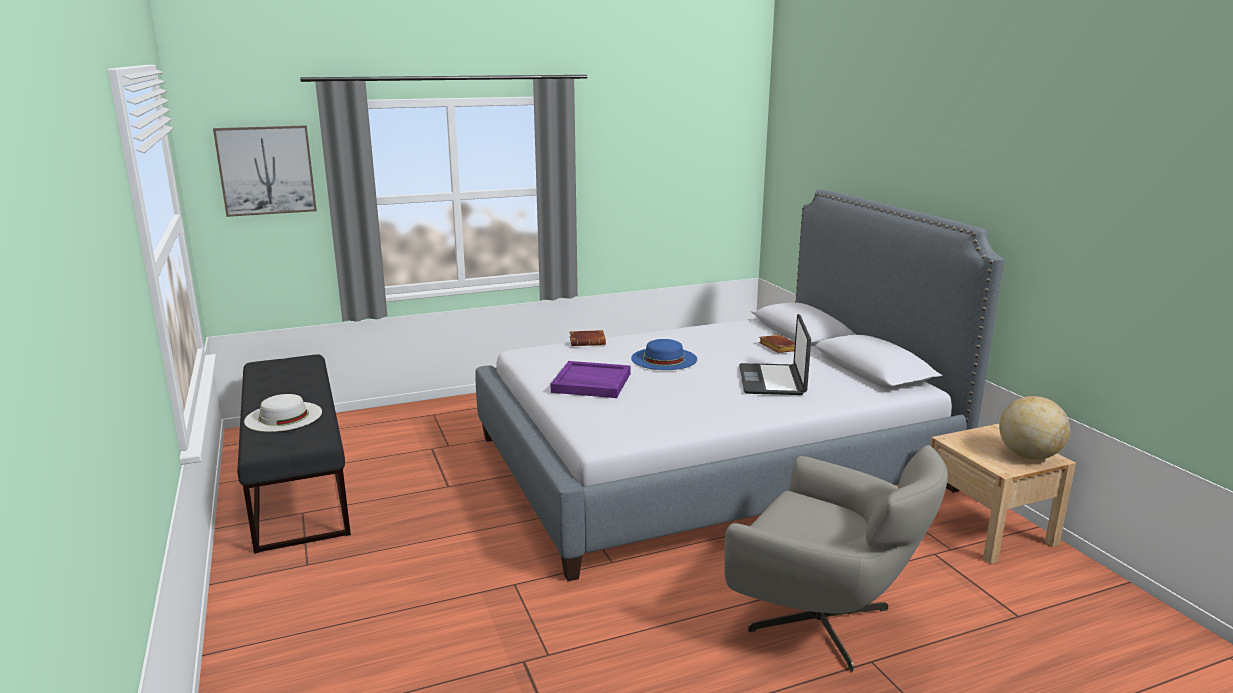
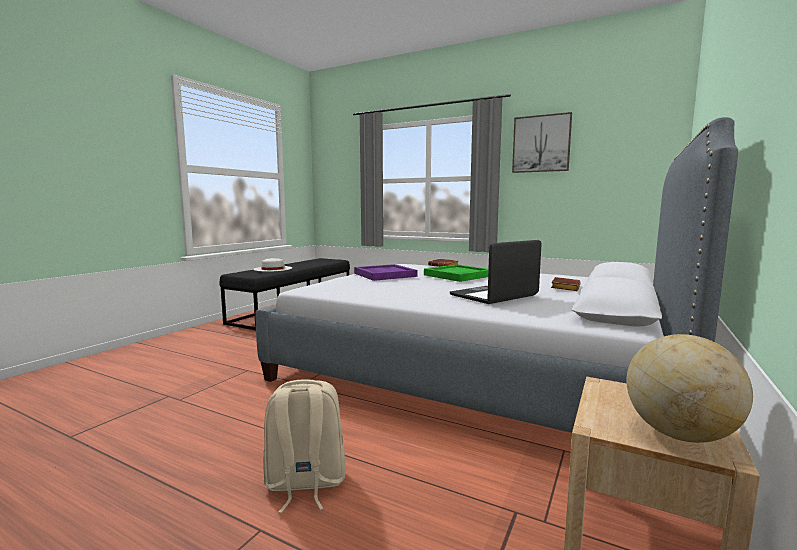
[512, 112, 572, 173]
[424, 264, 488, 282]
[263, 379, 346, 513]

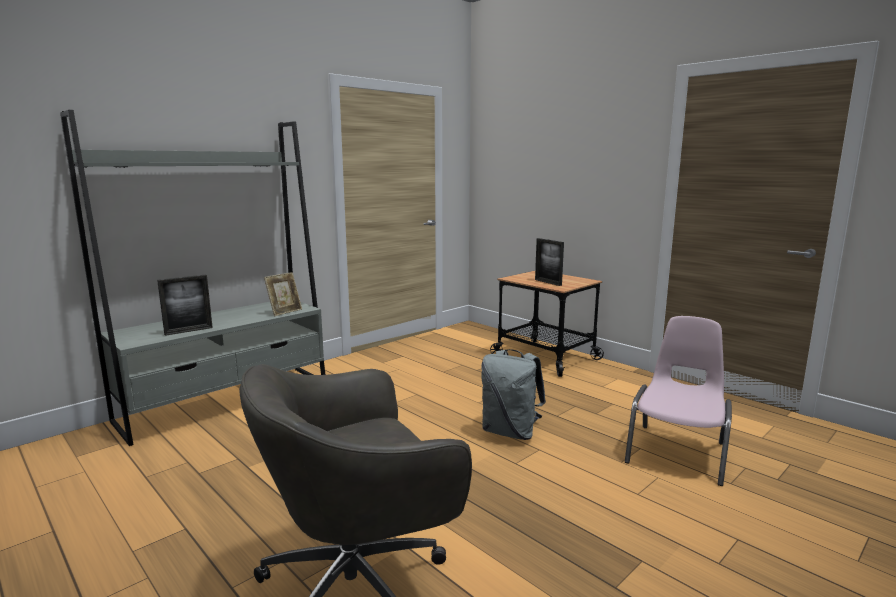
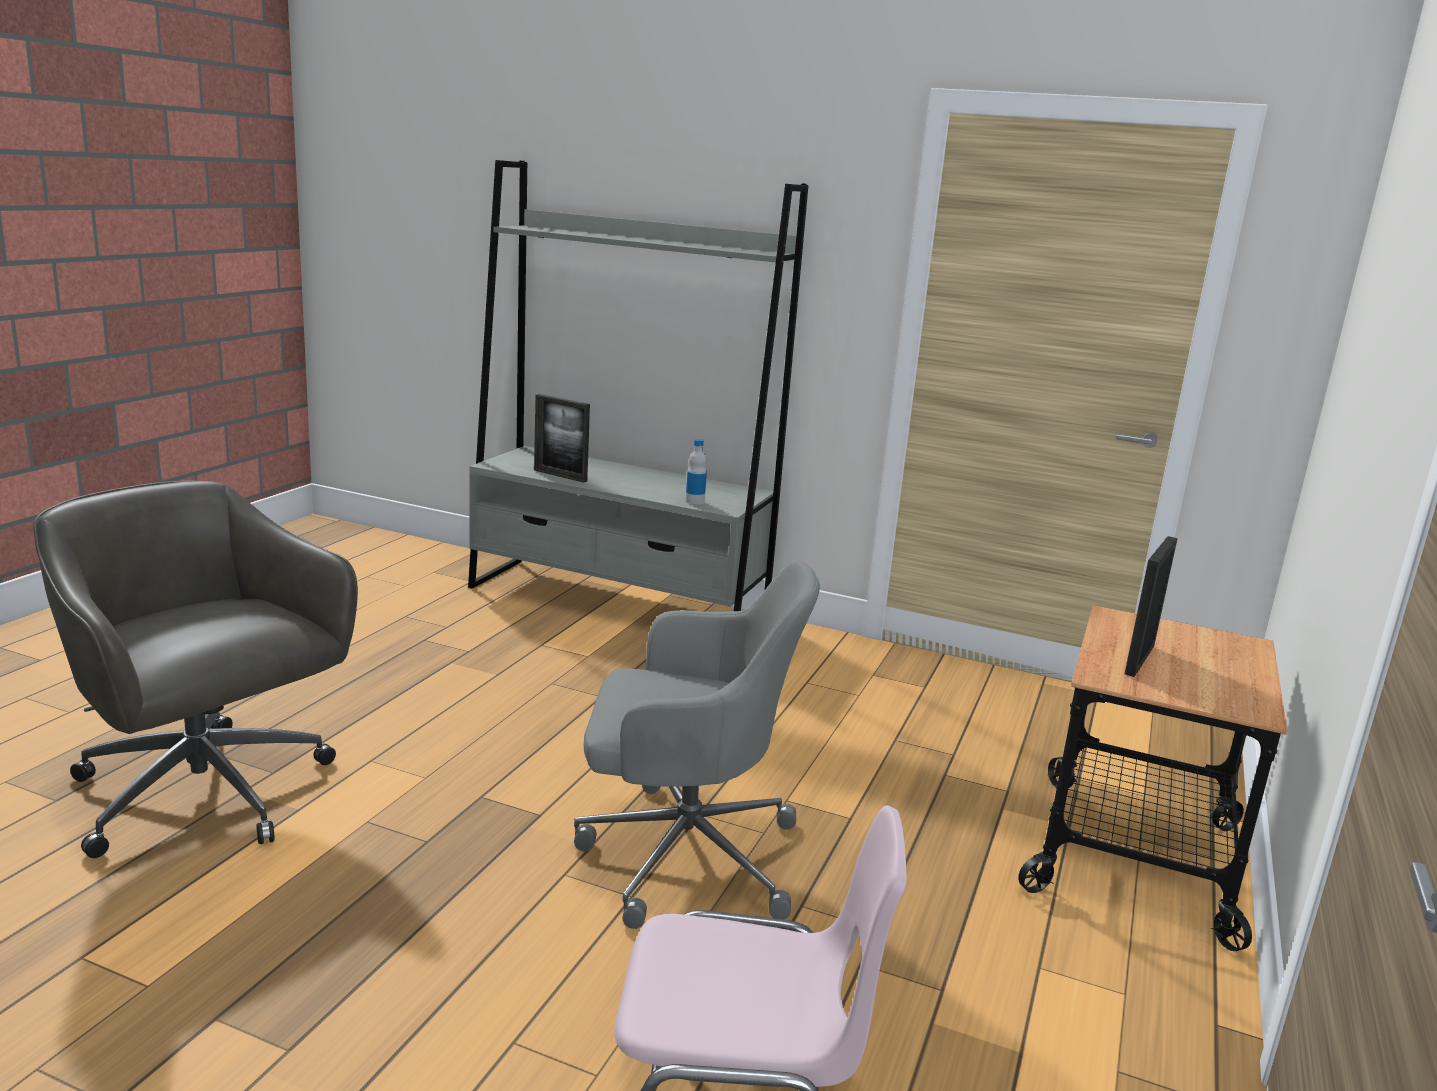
[686, 439, 707, 505]
[574, 561, 820, 929]

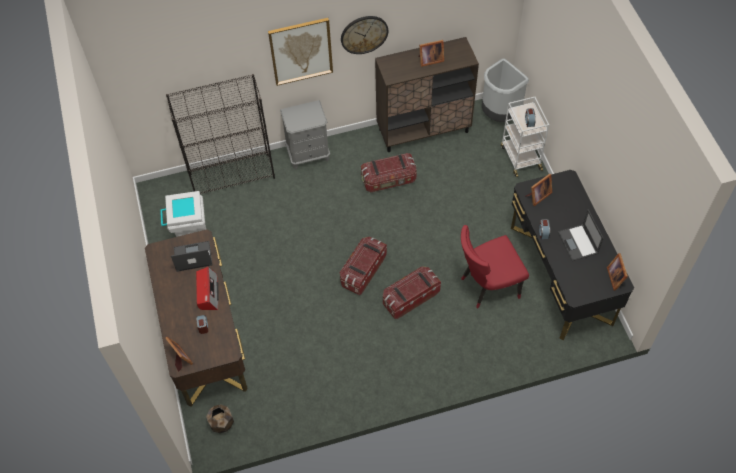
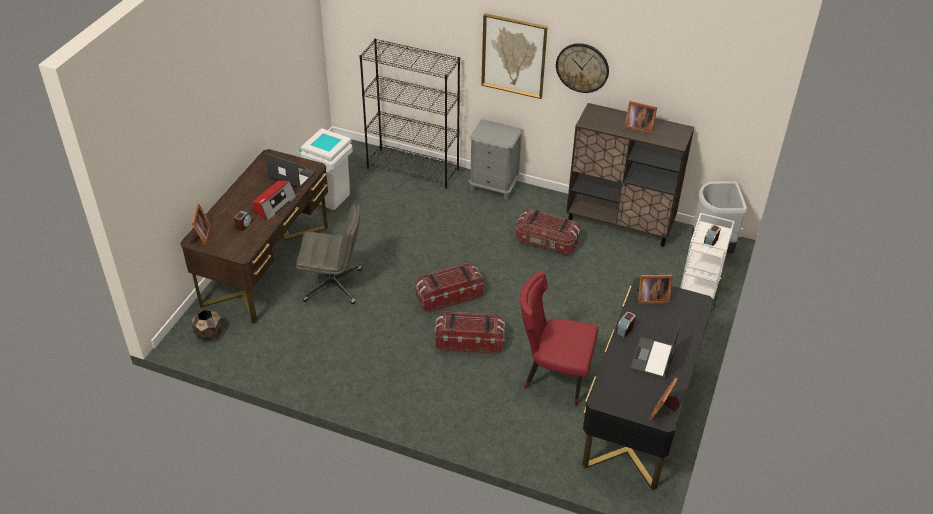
[296, 205, 362, 304]

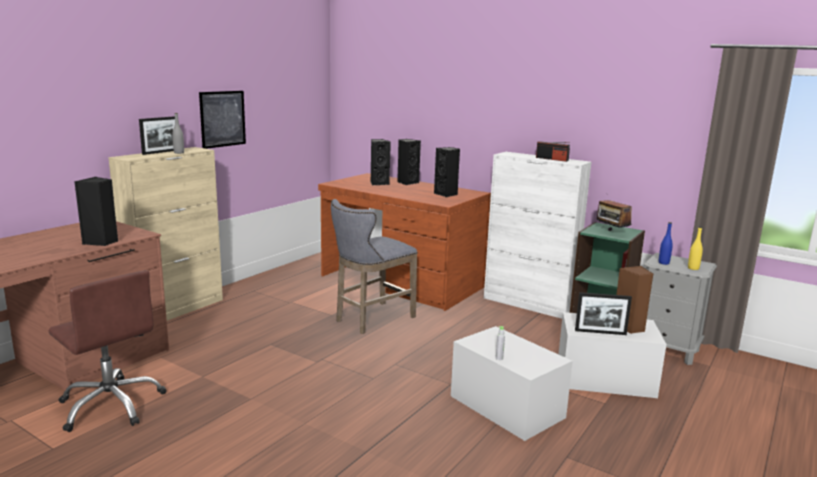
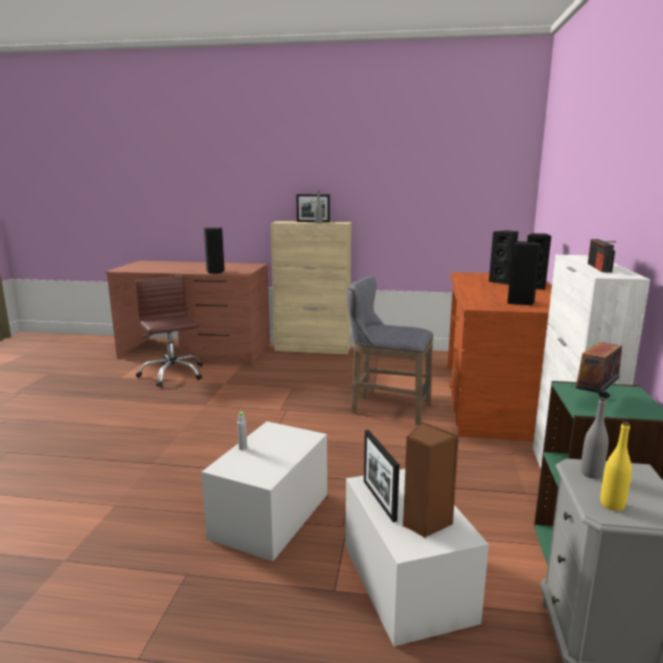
[199, 91, 246, 149] (first image)
[581, 397, 609, 479]
[135, 276, 203, 387]

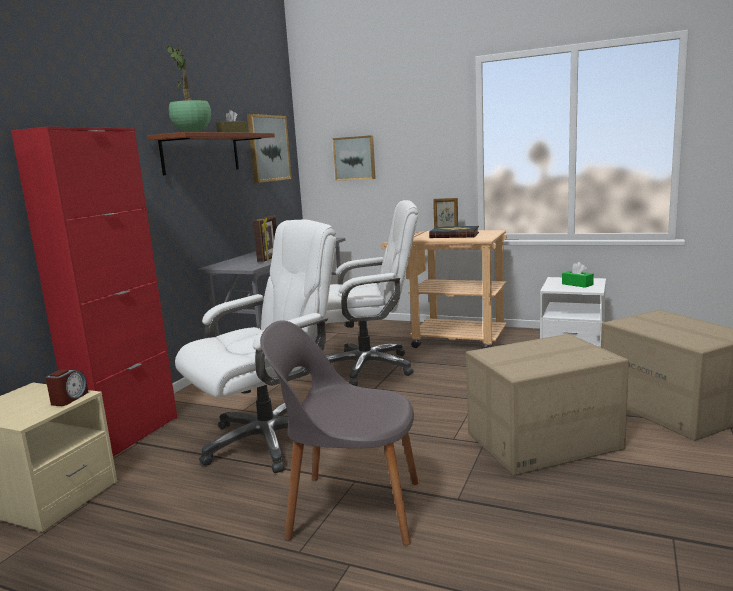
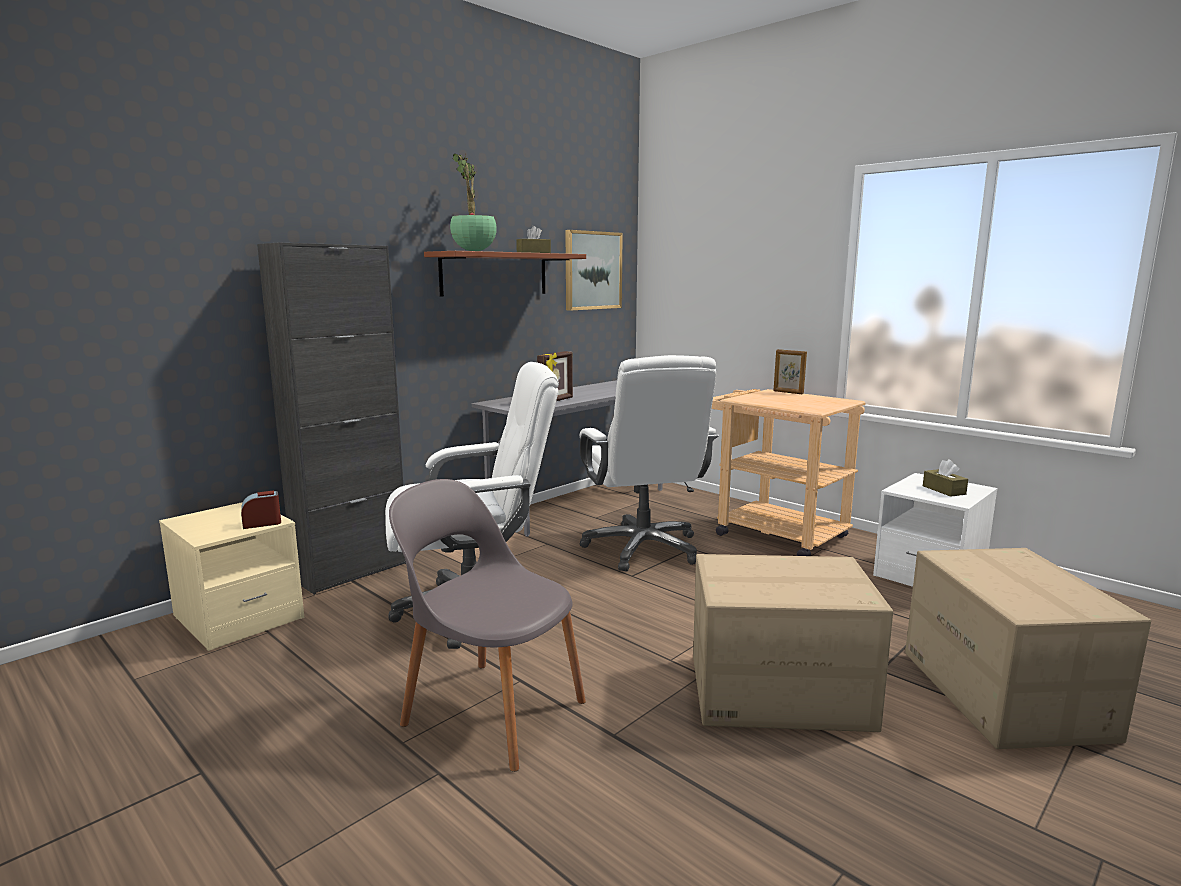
[257, 242, 406, 595]
[333, 135, 376, 181] (first image)
[579, 355, 719, 572]
[429, 226, 479, 238] (first image)
[923, 459, 968, 497]
[241, 491, 281, 529]

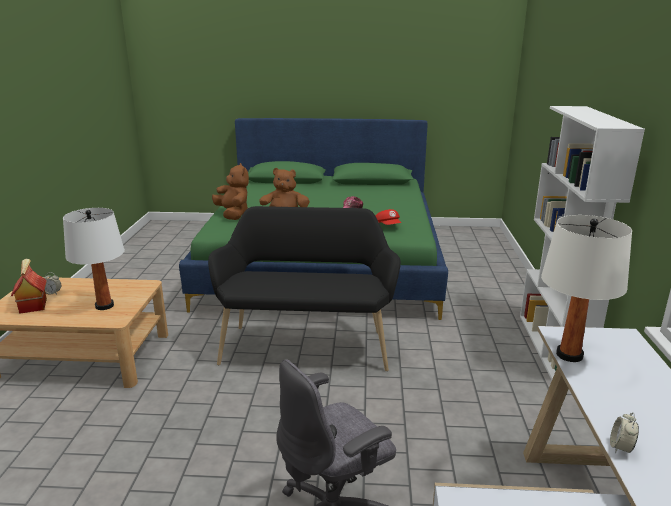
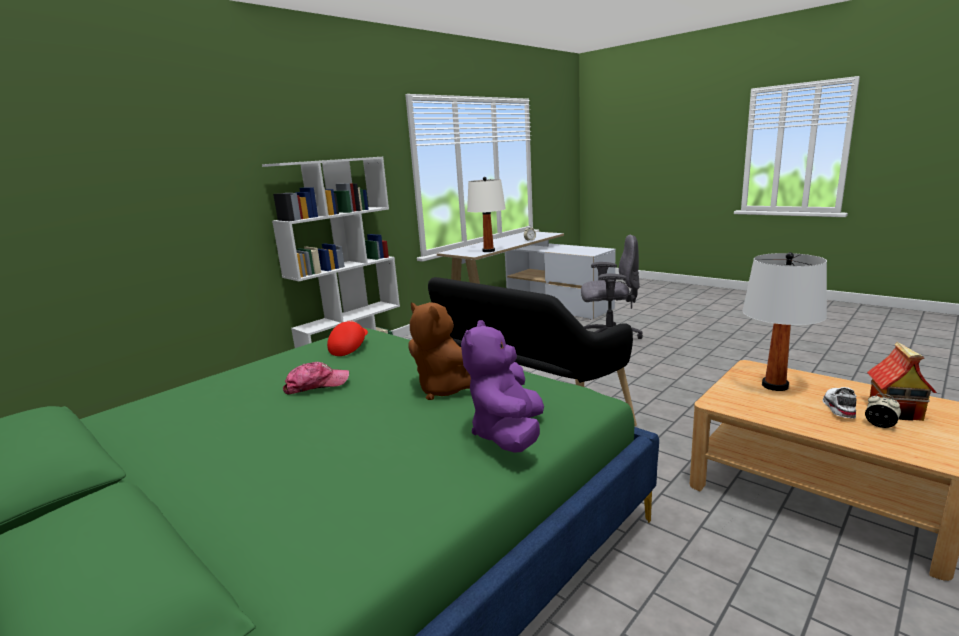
[461, 320, 544, 453]
[823, 387, 856, 419]

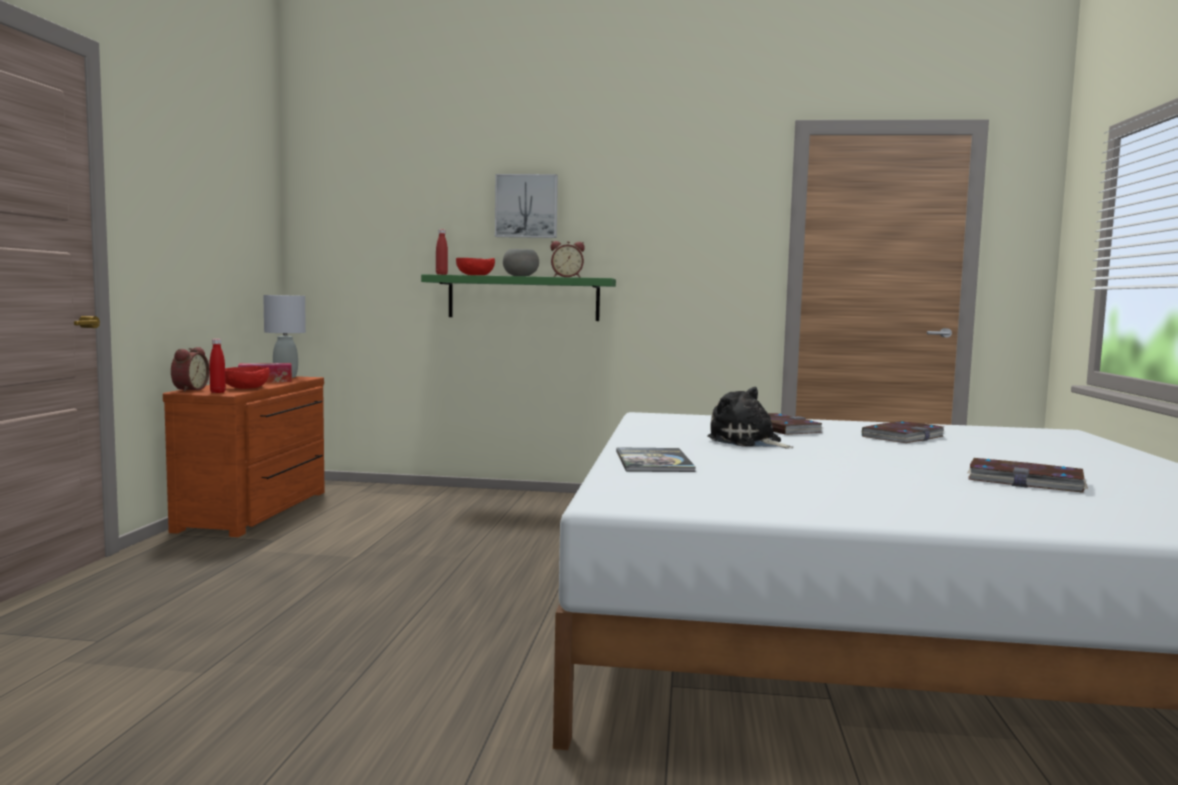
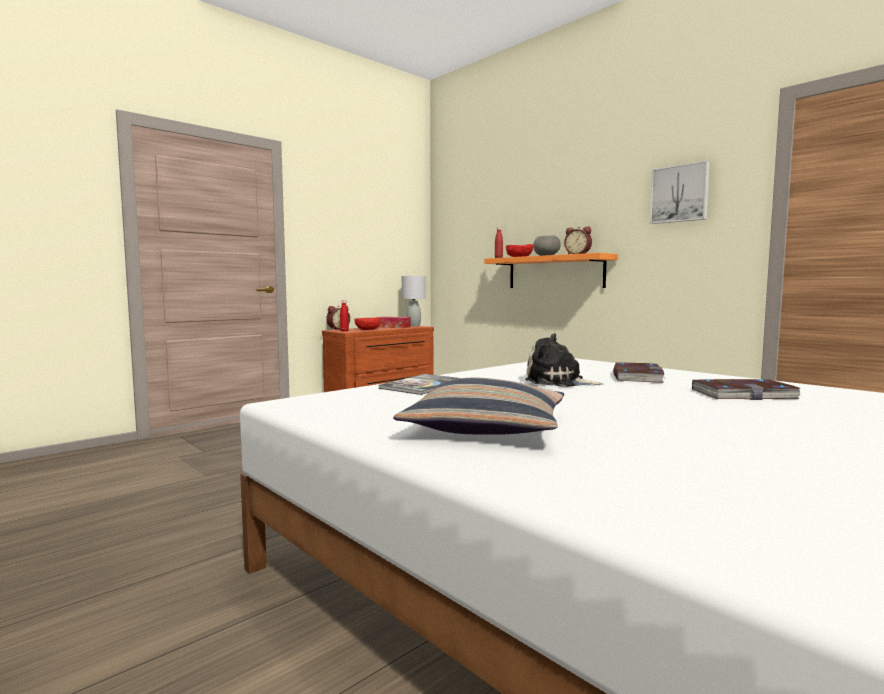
[650, 161, 710, 224]
[484, 253, 618, 288]
[525, 333, 604, 387]
[967, 458, 1088, 493] (first image)
[393, 378, 564, 435]

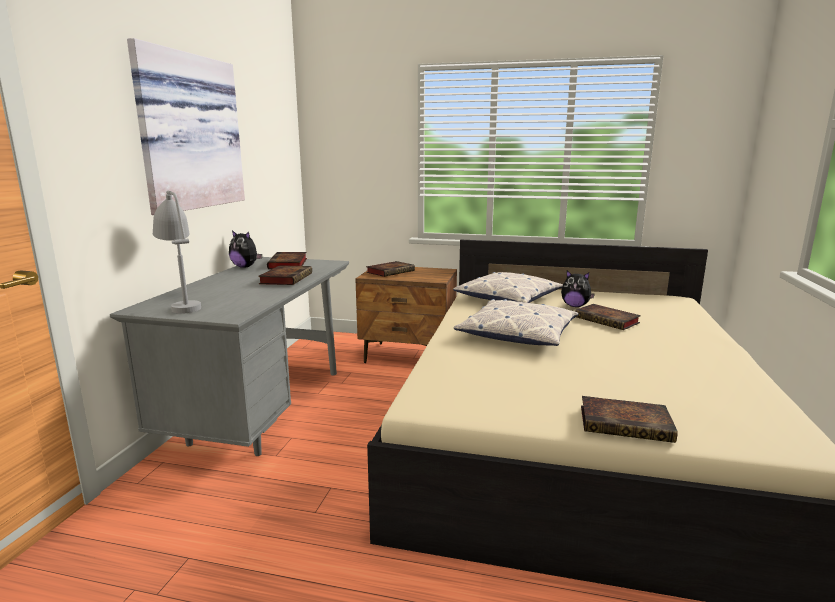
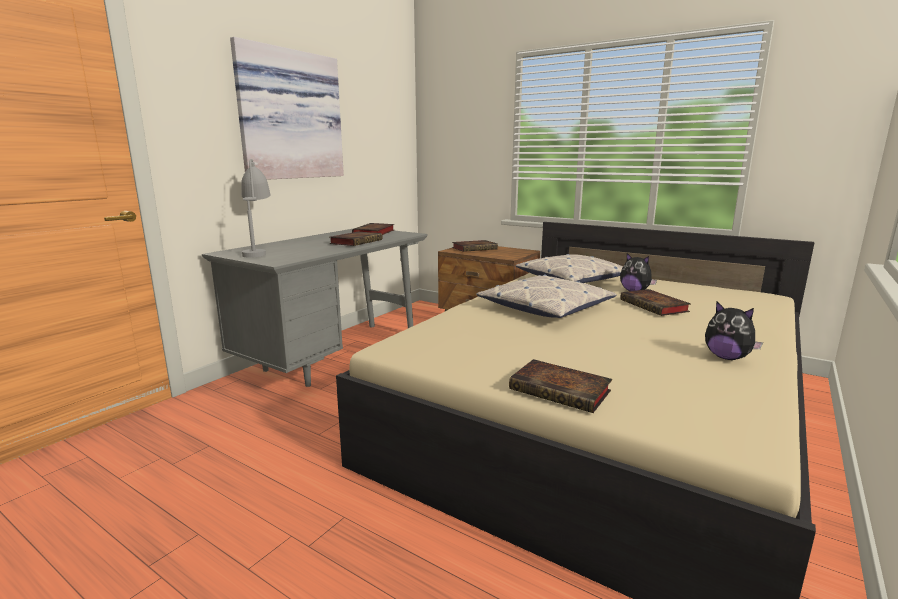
[705, 301, 763, 360]

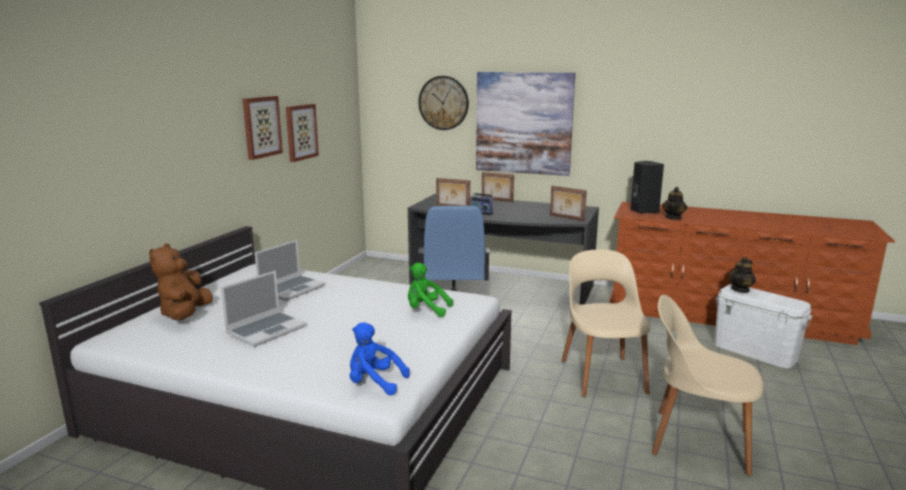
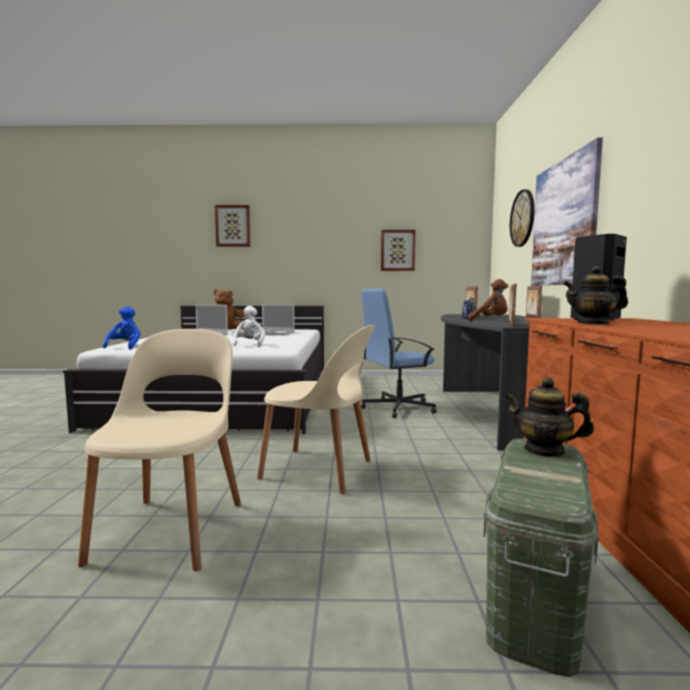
[215, 205, 250, 247]
[257, 325, 375, 494]
[232, 306, 265, 347]
[484, 439, 599, 677]
[468, 279, 509, 322]

